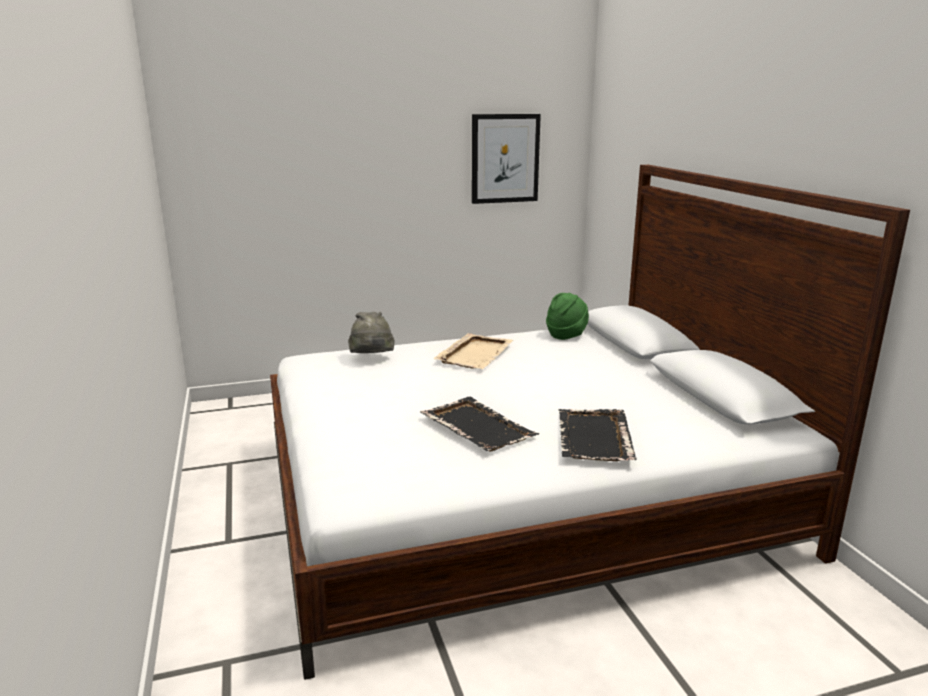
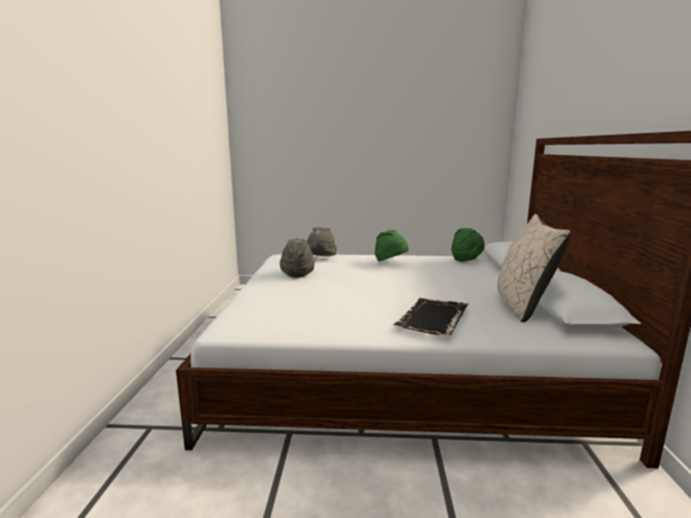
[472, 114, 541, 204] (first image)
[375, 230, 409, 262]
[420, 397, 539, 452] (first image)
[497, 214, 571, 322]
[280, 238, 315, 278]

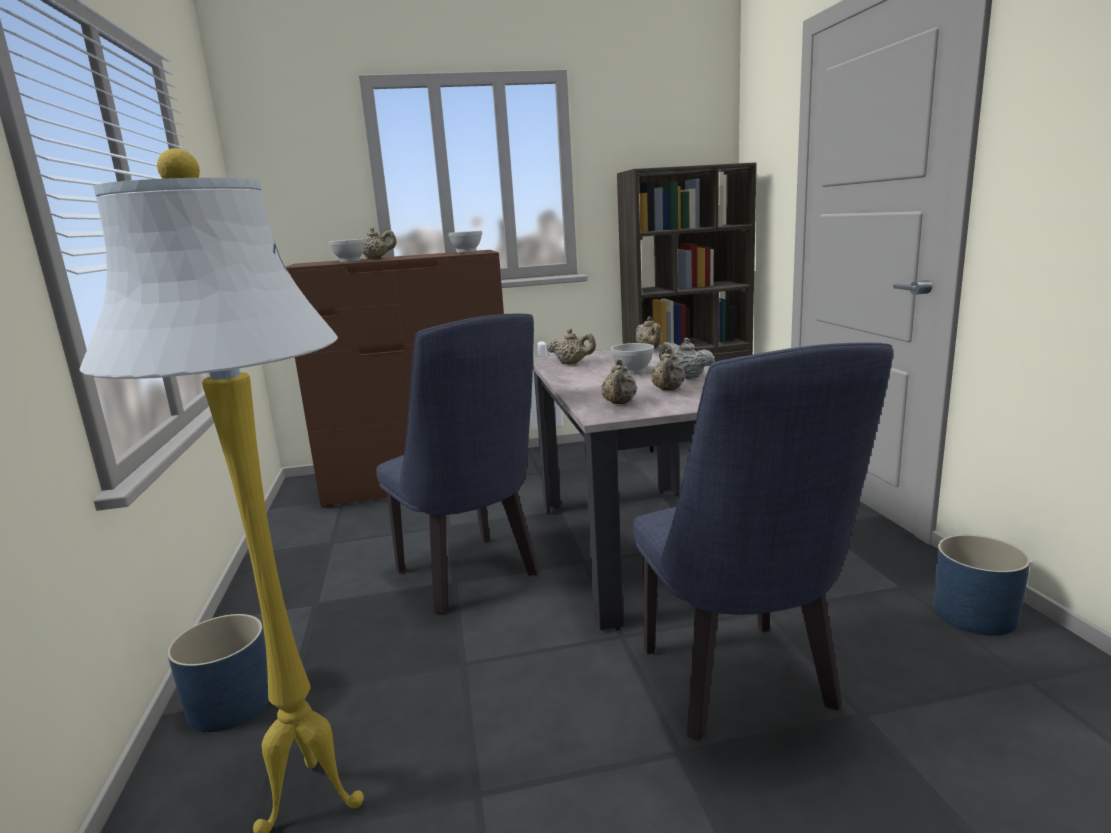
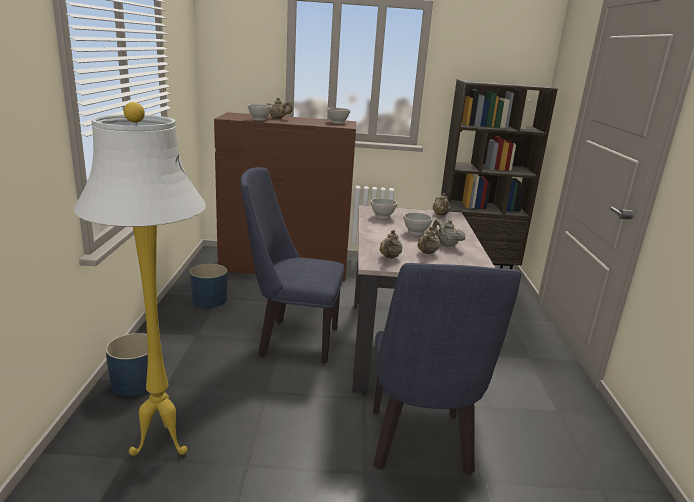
[240, 167, 345, 364]
[371, 198, 397, 219]
[190, 264, 227, 308]

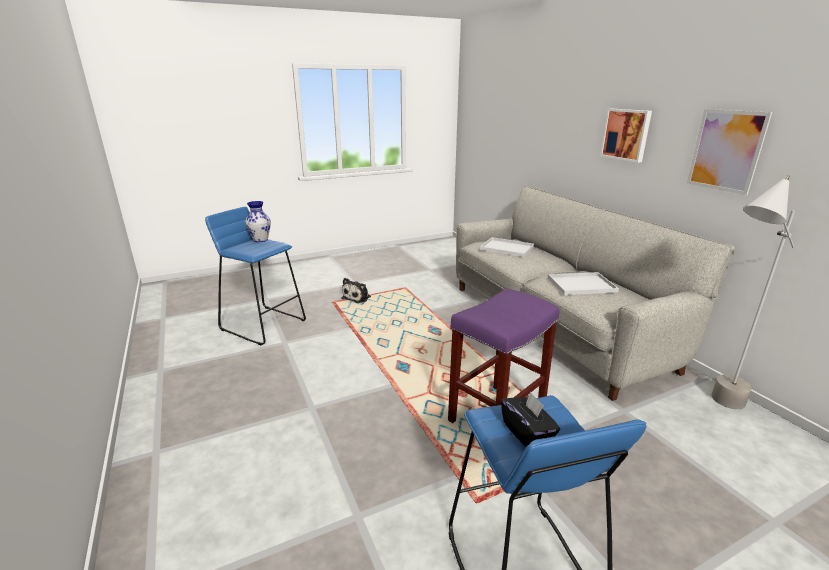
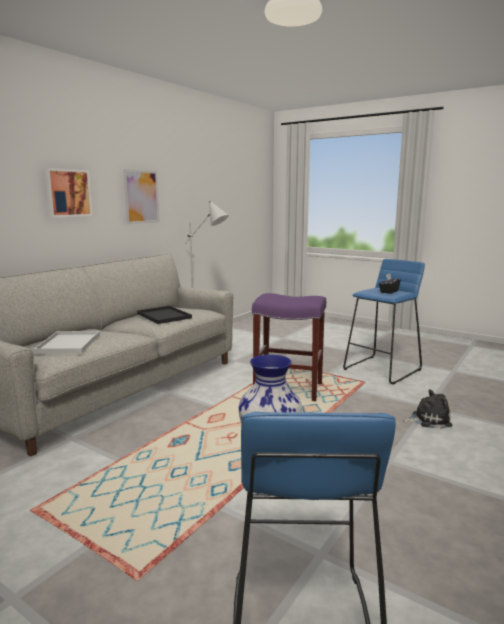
[137, 306, 192, 324]
[403, 389, 452, 429]

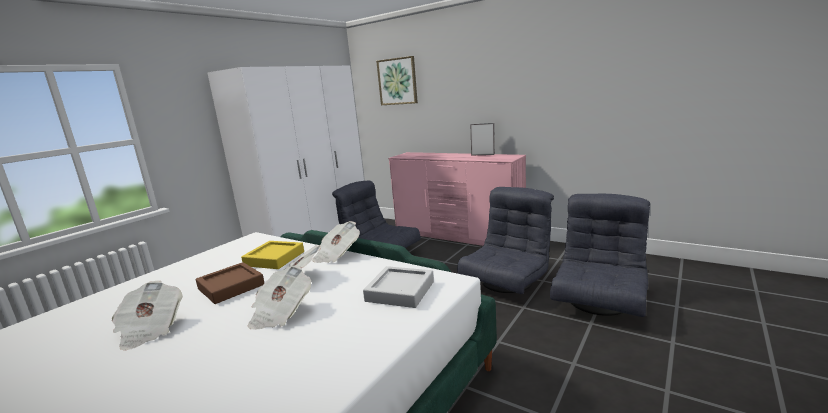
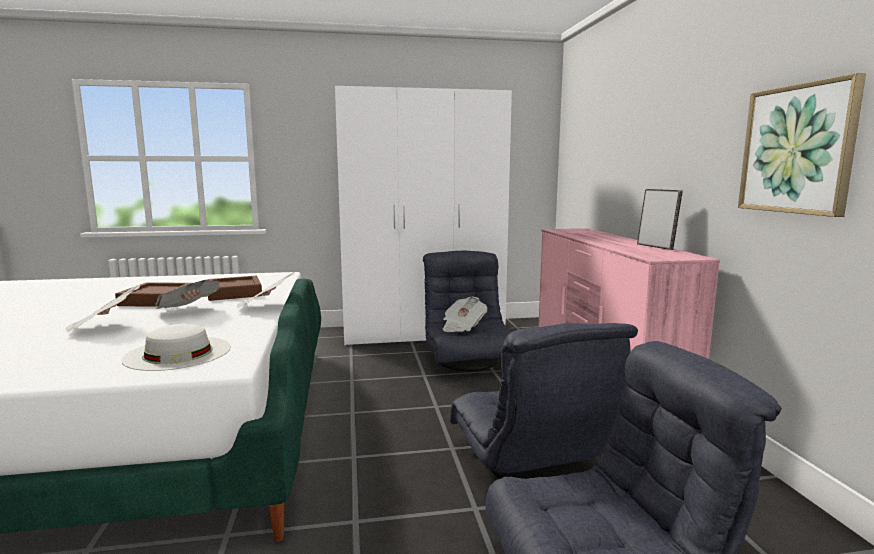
[738, 73, 866, 217]
[450, 323, 638, 479]
[207, 276, 262, 301]
[121, 324, 231, 371]
[443, 297, 487, 332]

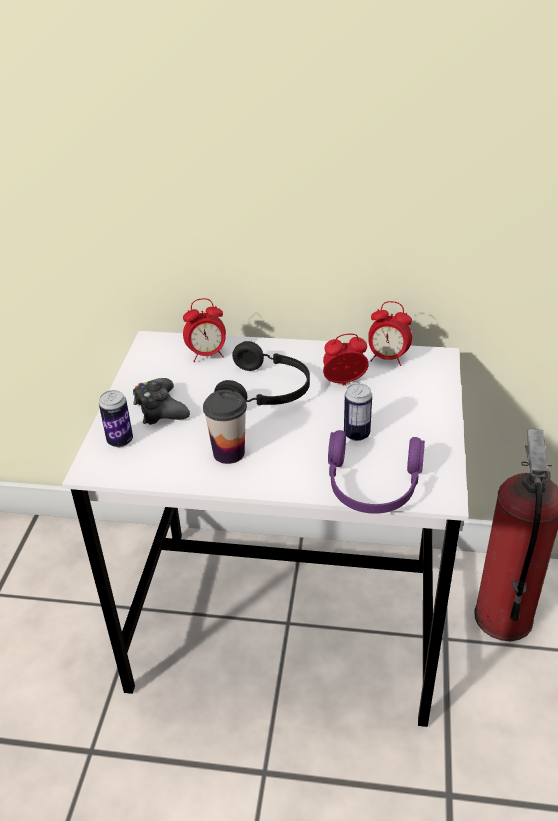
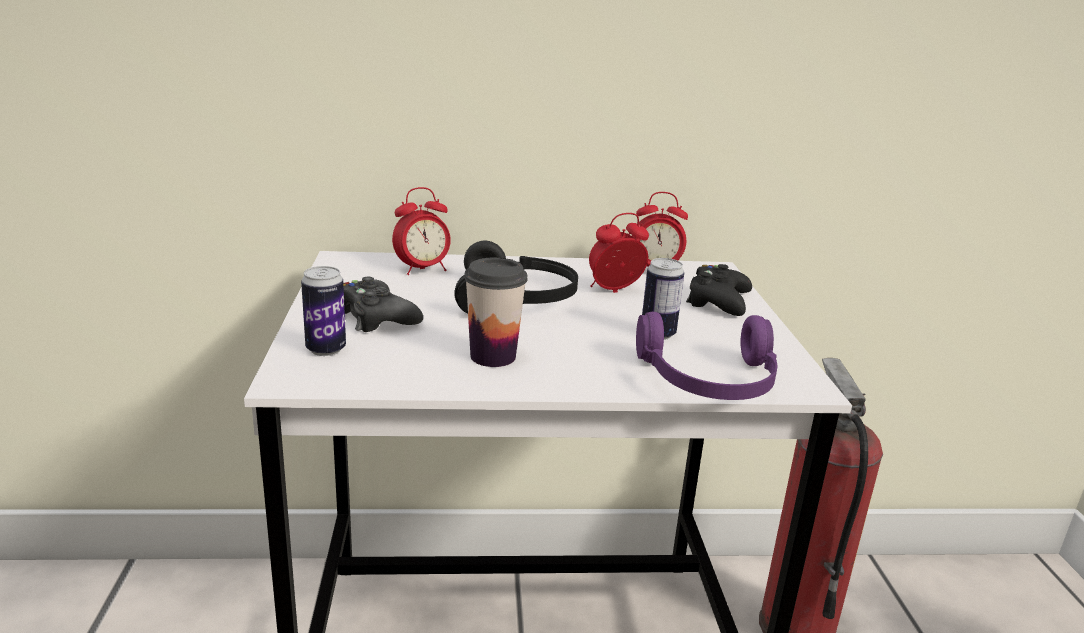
[686, 264, 752, 316]

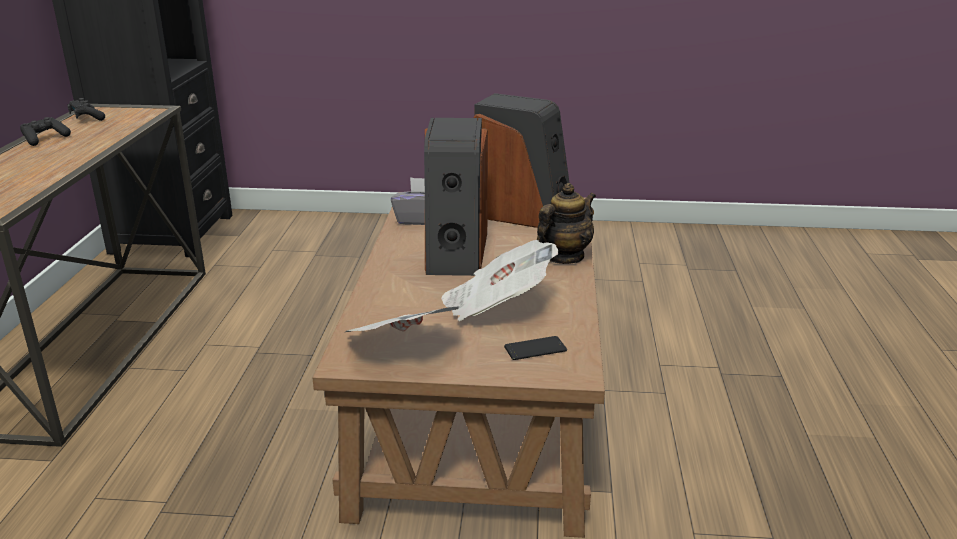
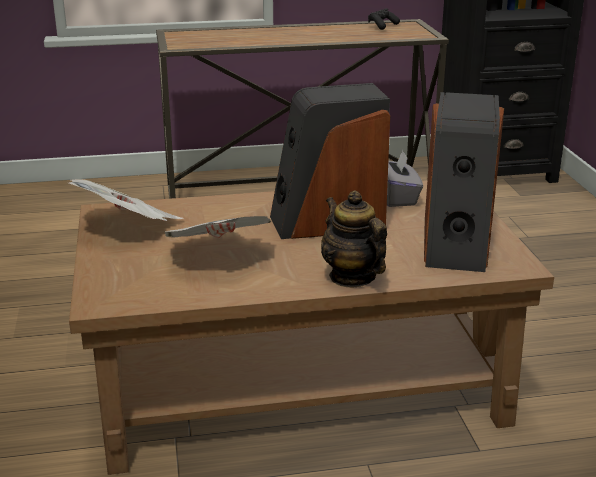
[20, 117, 71, 146] (first image)
[321, 190, 387, 287]
[504, 336, 567, 360] (first image)

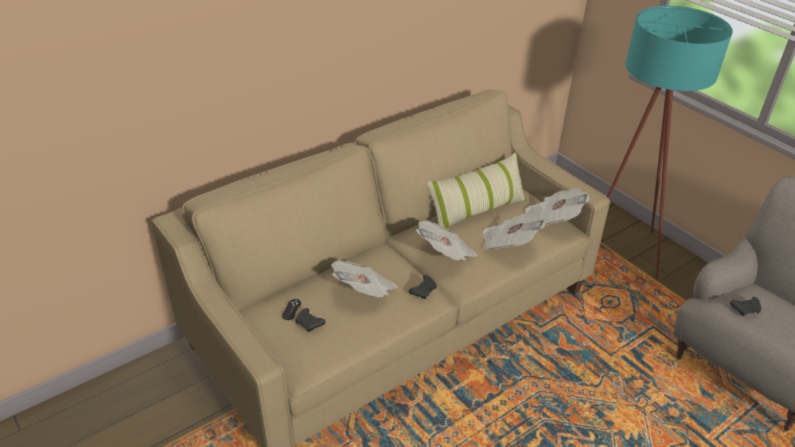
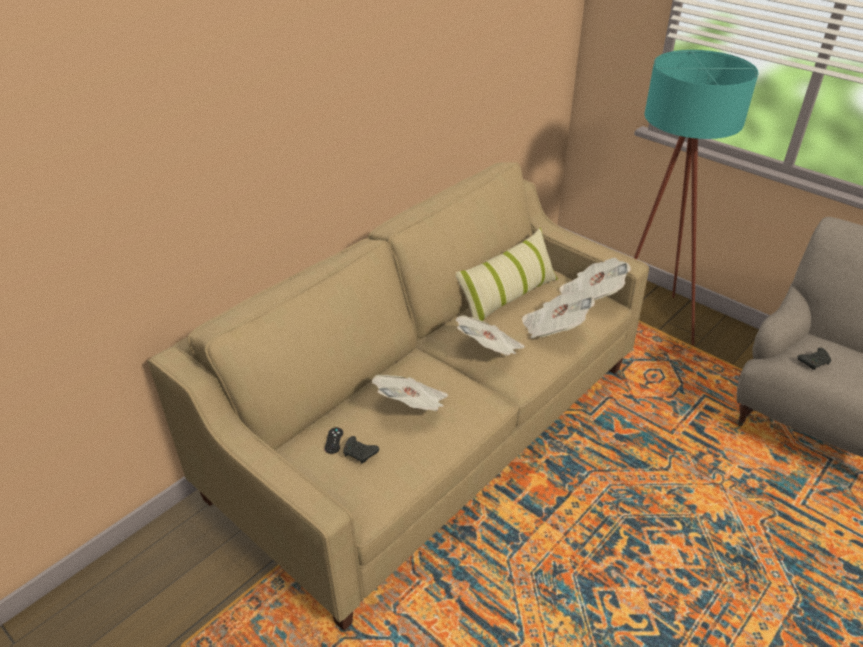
[409, 275, 437, 299] (first image)

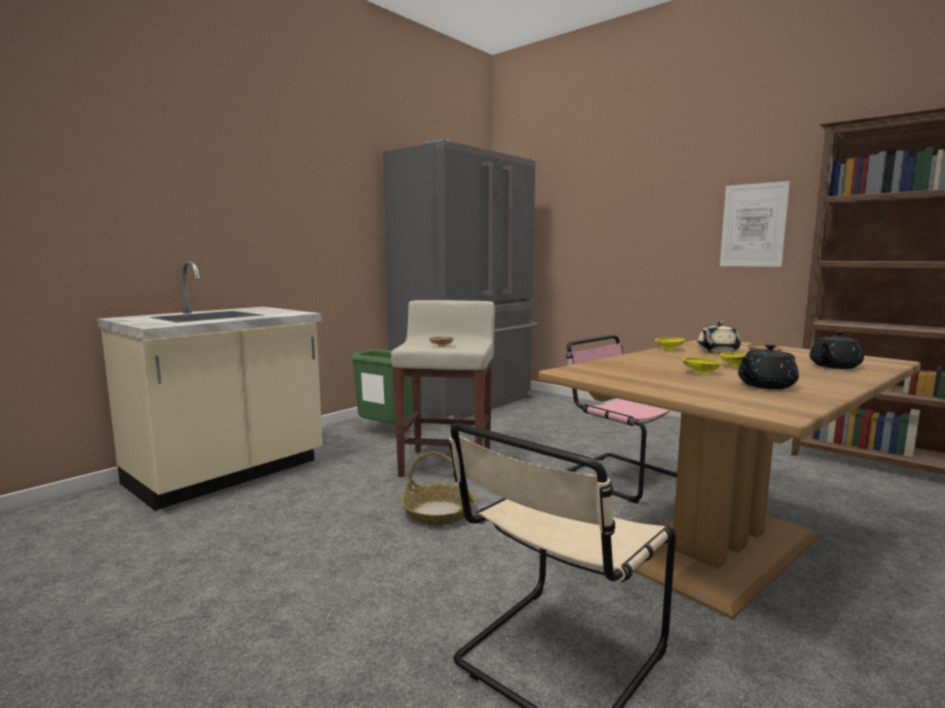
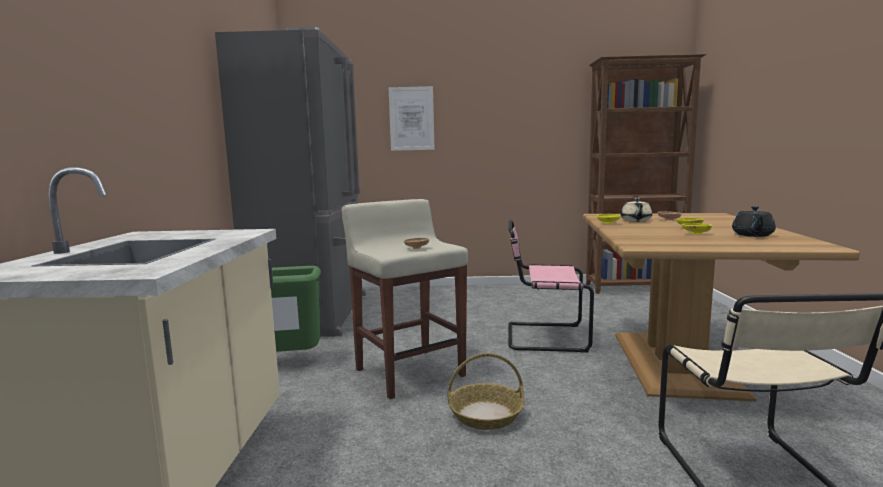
[389, 86, 435, 151]
[810, 331, 864, 369] (first image)

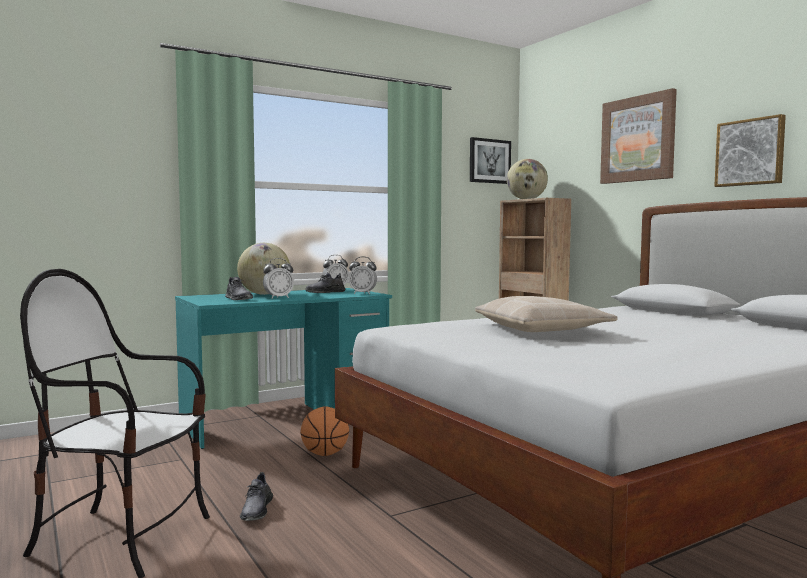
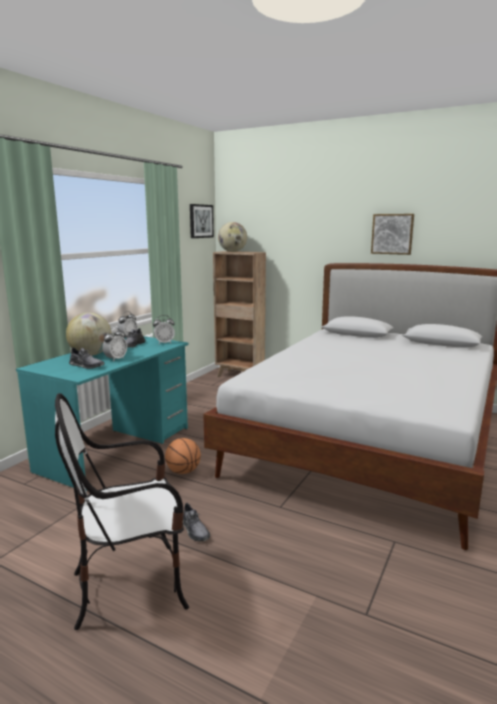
[600, 88, 677, 184] (first image)
[475, 296, 618, 332] (first image)

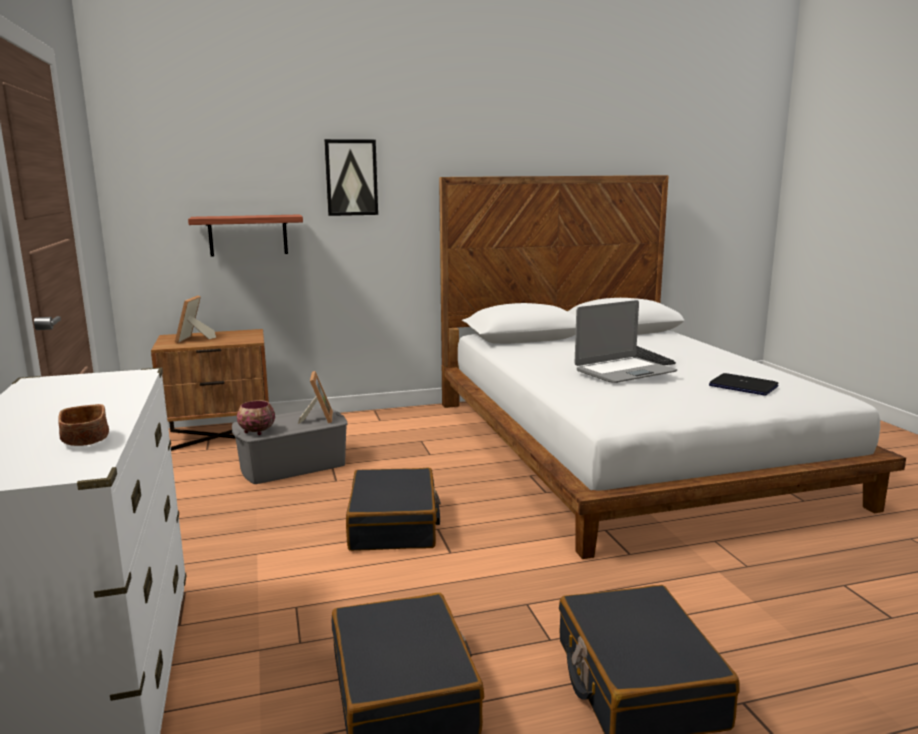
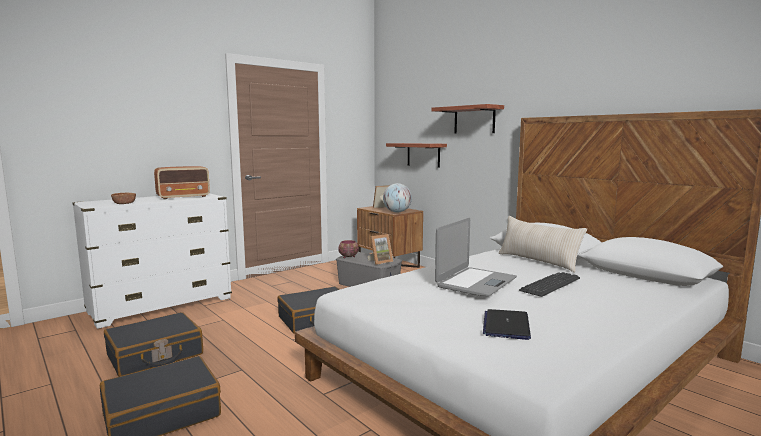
[432, 104, 504, 134]
[435, 218, 517, 296]
[154, 166, 210, 199]
[383, 183, 412, 212]
[499, 216, 587, 273]

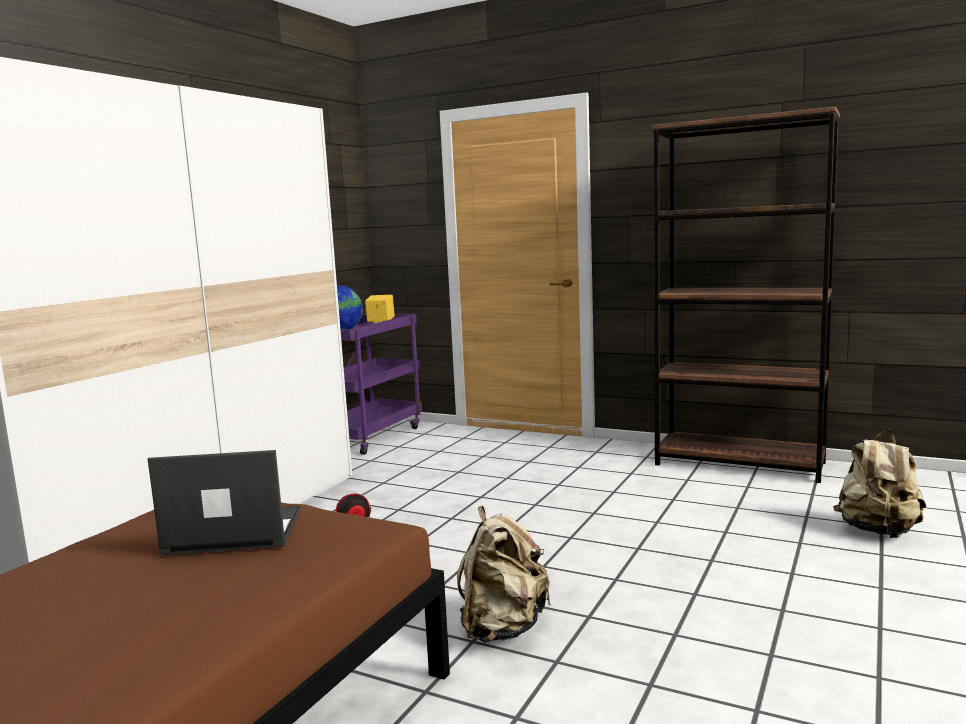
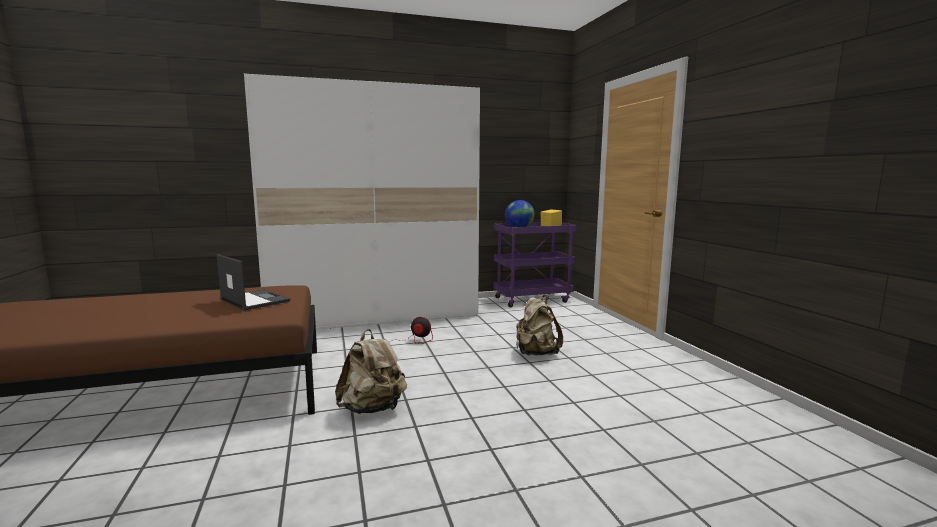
[652, 107, 840, 483] (first image)
[516, 295, 563, 355]

